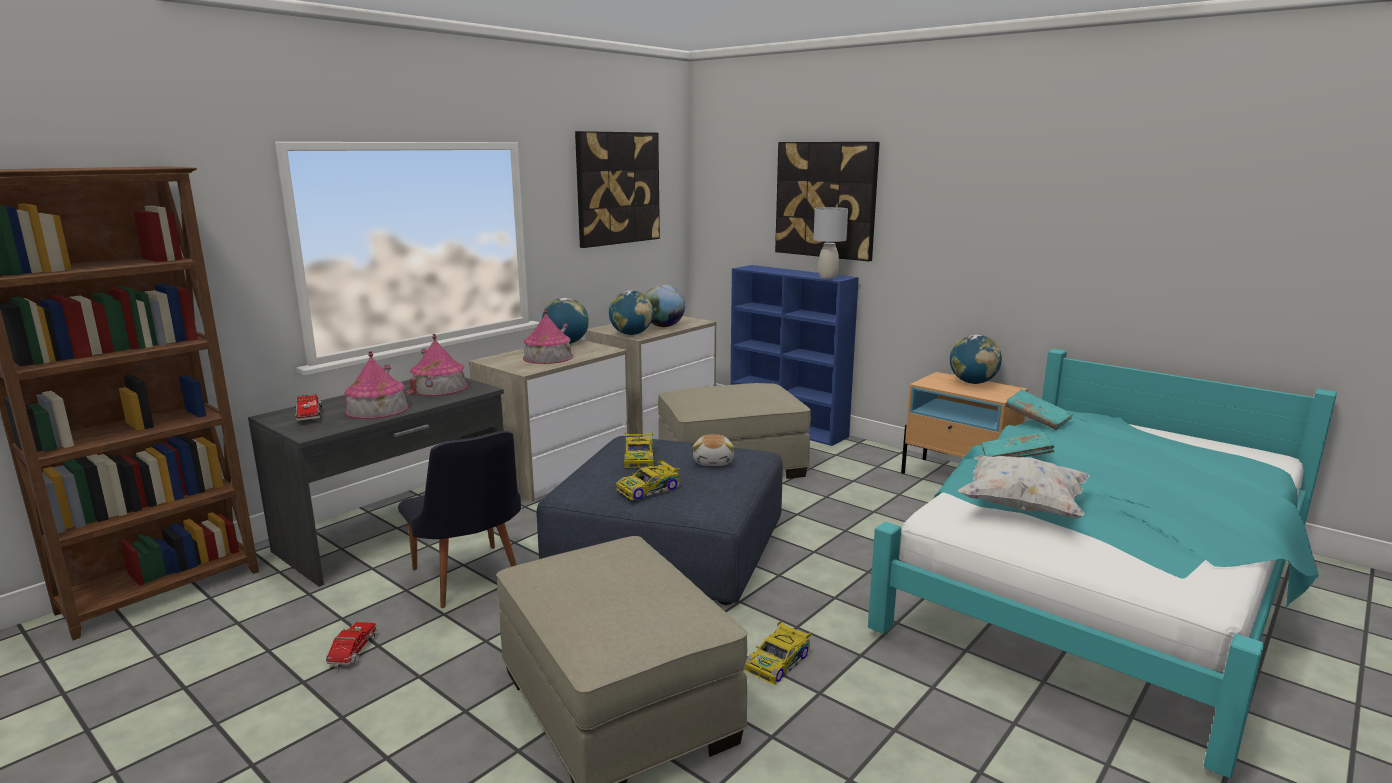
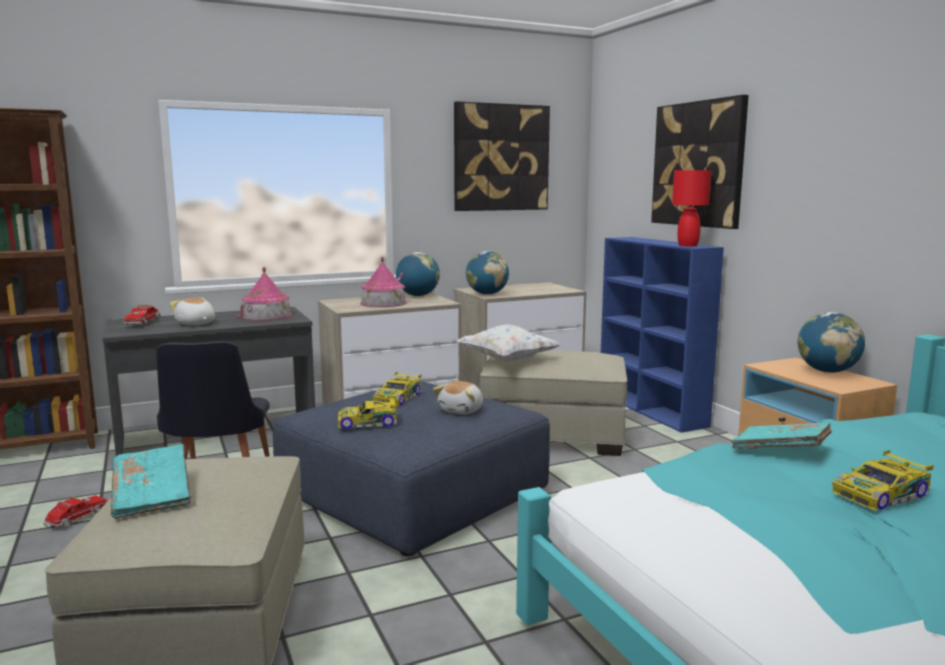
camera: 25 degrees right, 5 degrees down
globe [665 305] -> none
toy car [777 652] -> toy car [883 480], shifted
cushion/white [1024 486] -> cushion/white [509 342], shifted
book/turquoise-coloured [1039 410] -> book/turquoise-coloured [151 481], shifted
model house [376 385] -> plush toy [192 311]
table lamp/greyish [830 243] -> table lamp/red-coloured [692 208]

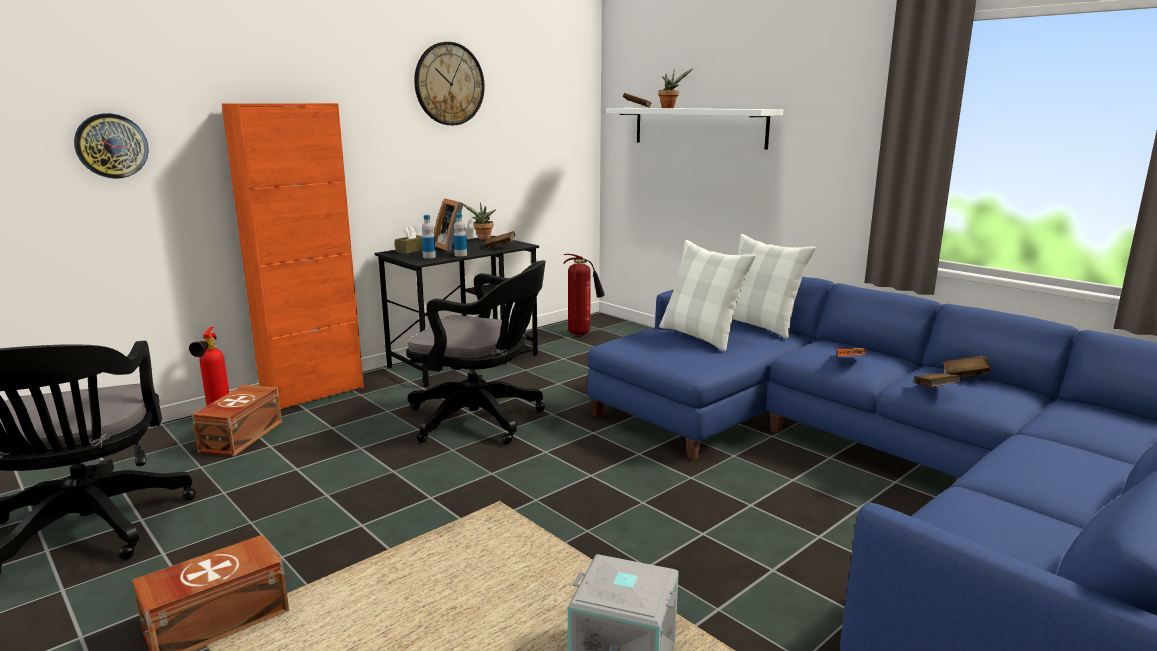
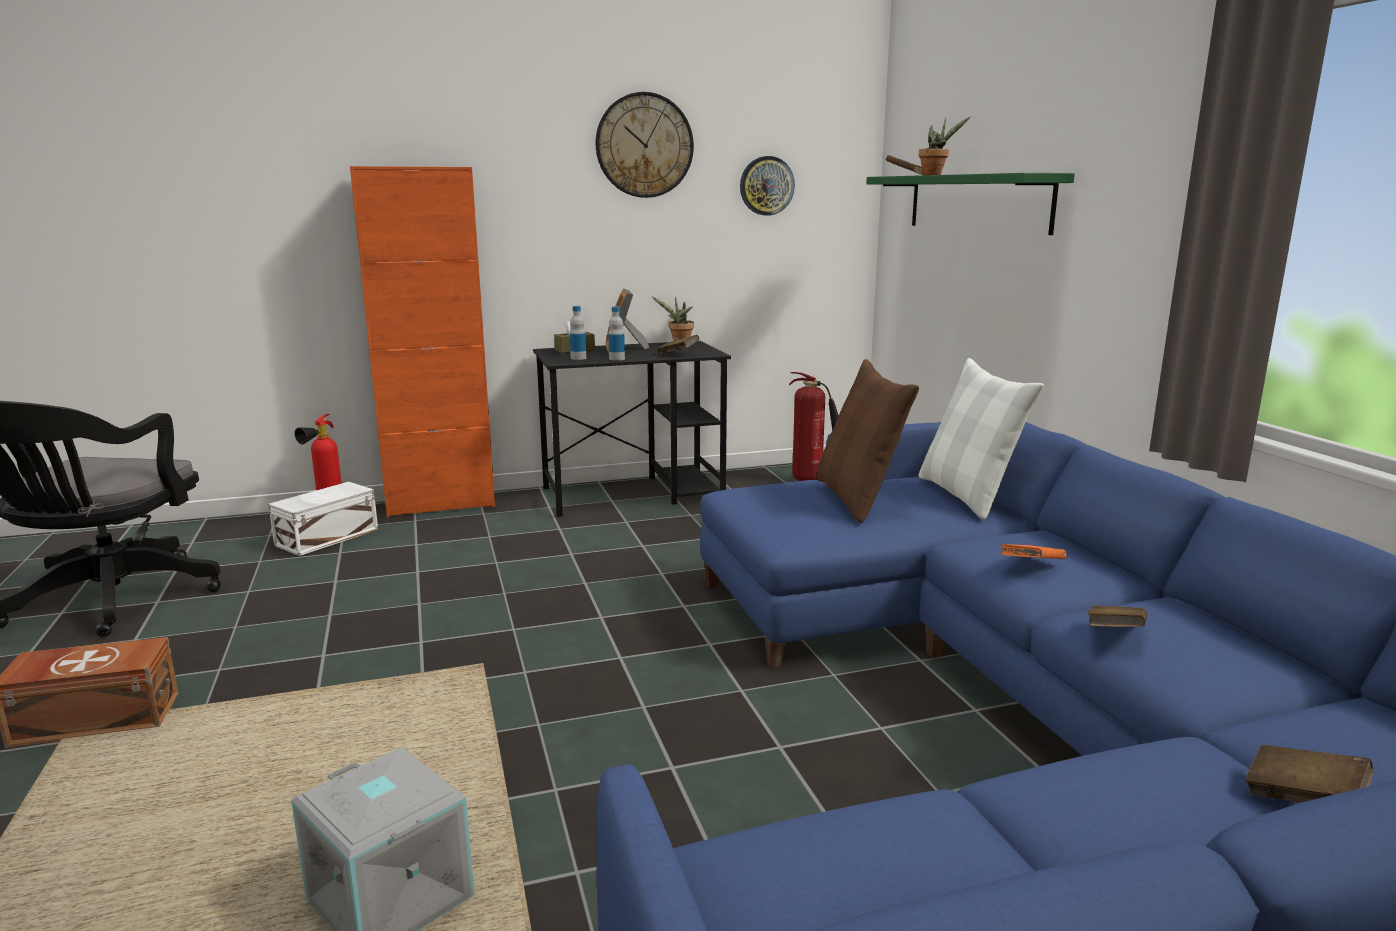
camera: 25 degrees right, 0 degrees up
office chair/black-coloured [476 352] -> none
wall clock [111 146] -> wall clock [767 186], shifted
book/brown [967 367] -> book/brown [1309 774], shifted
storage container/brown [237 420] -> storage container/white [323 519]
shelf/white [694 129] -> shelf/green-coloured [970 204]
cushion/white [707 295] -> cushion/brown [867 441]

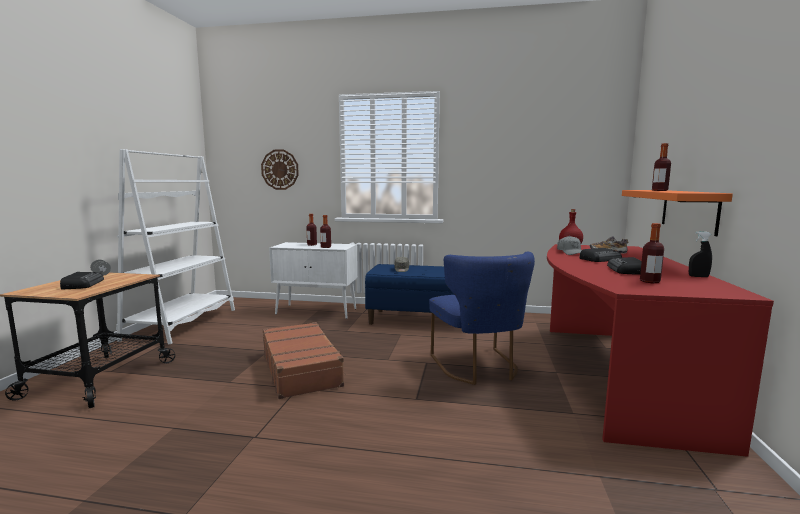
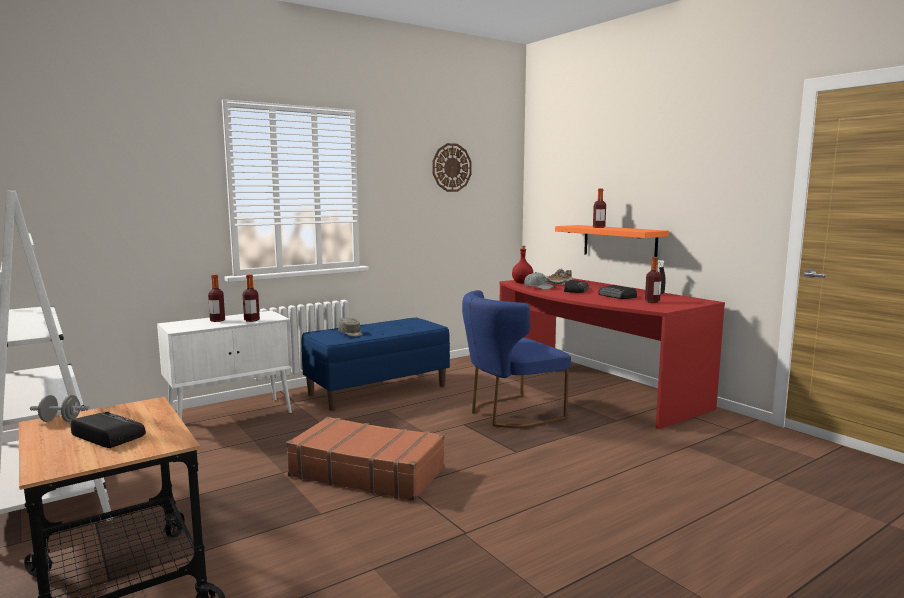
camera: 45 degrees left, 0 degrees up
wall clock [280 170] -> wall clock [452 167], shifted
plain chair/bluish [482 318] -> plain chair/bluish [516 359], 120 degrees clockwise

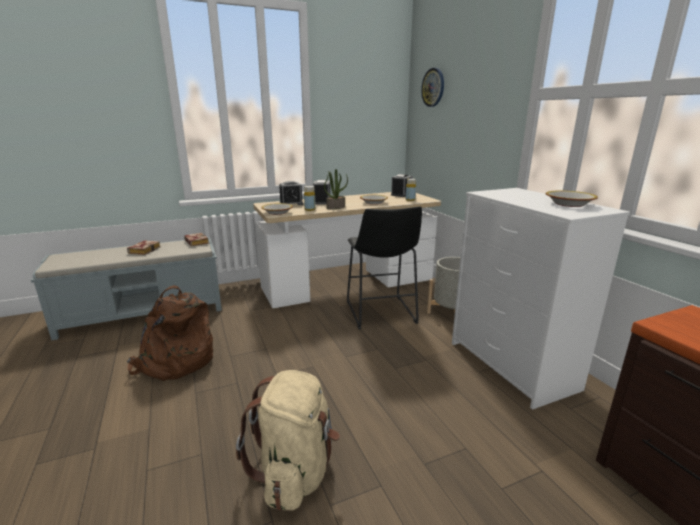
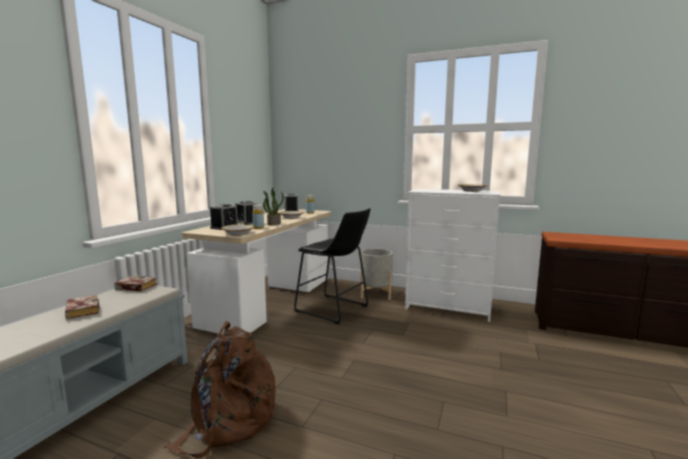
camera: 45 degrees left, 10 degrees down
rucksack/beige-coloured [288 440] -> none
wall clock [432 87] -> none

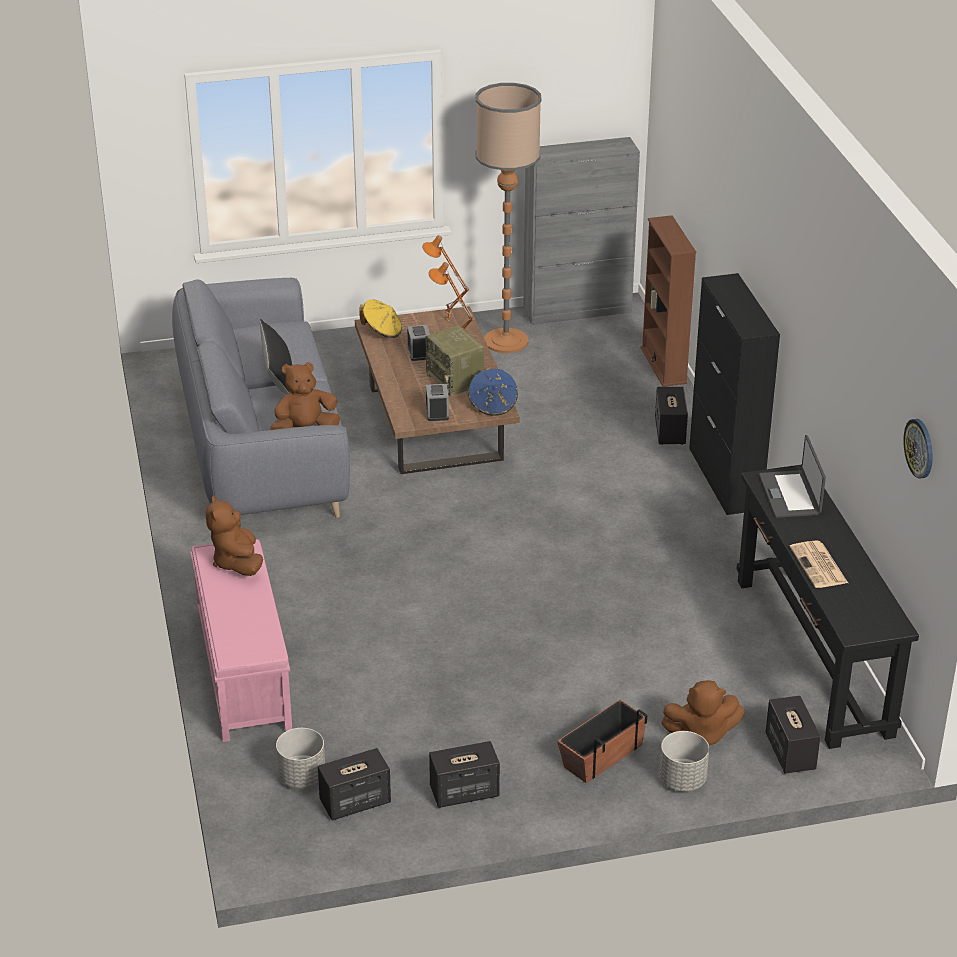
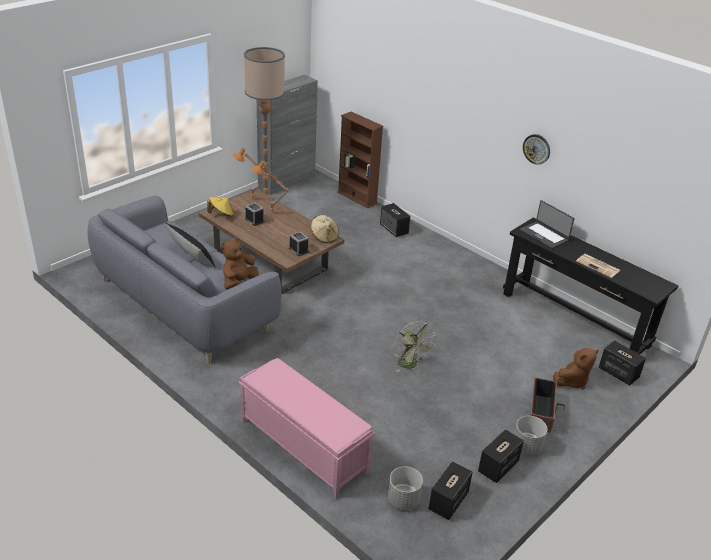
camera: 35 degrees left, 0 degrees up
plush toy/brown [234 536] -> none
radio receiver [454 361] -> none
cabinet/black-coloured [734 394] -> none
none -> electric fan/green-coloured [415 346]
flower pot/greyish [684 761] -> flower pot/greyish [530 435], shifted
wall clock [918 449] -> wall clock [536 149], shifted
wearable hat/bluish [493 392] -> wearable hat/beige-coloured [325 229]

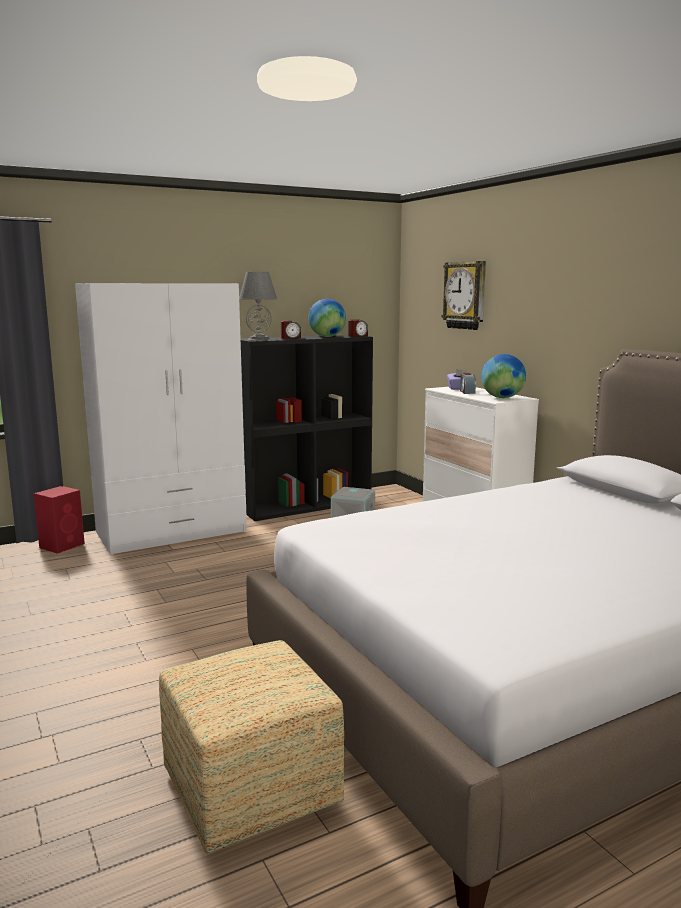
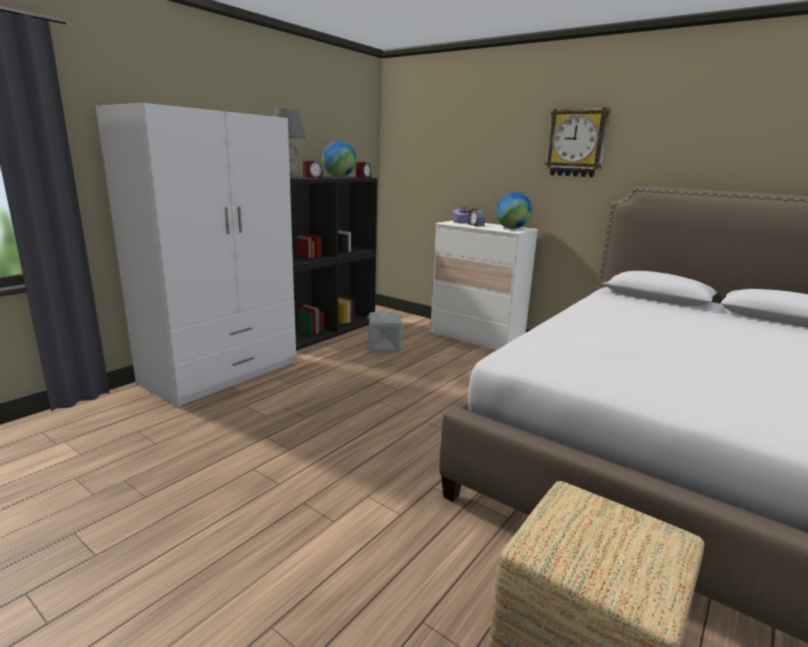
camera: 25 degrees left, 5 degrees up
audio speaker/red-coloured [59 520] -> none
wall clock [464 295] -> wall clock [578 142], shifted

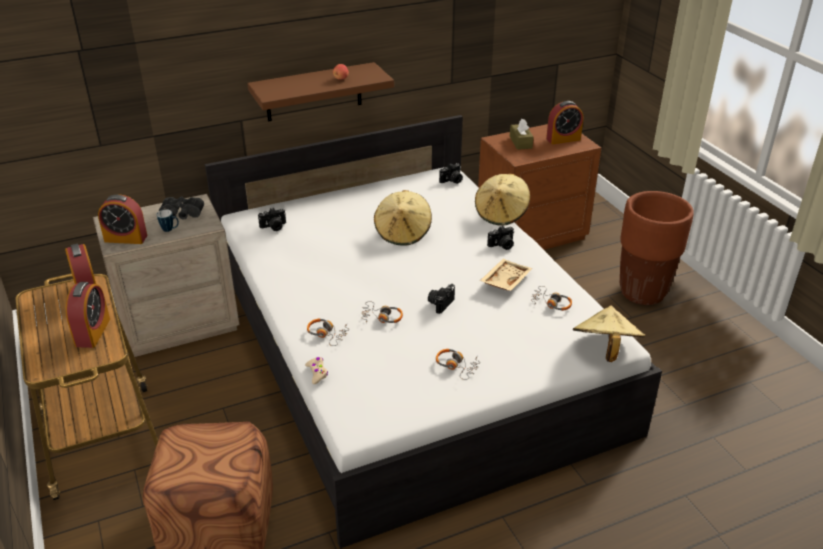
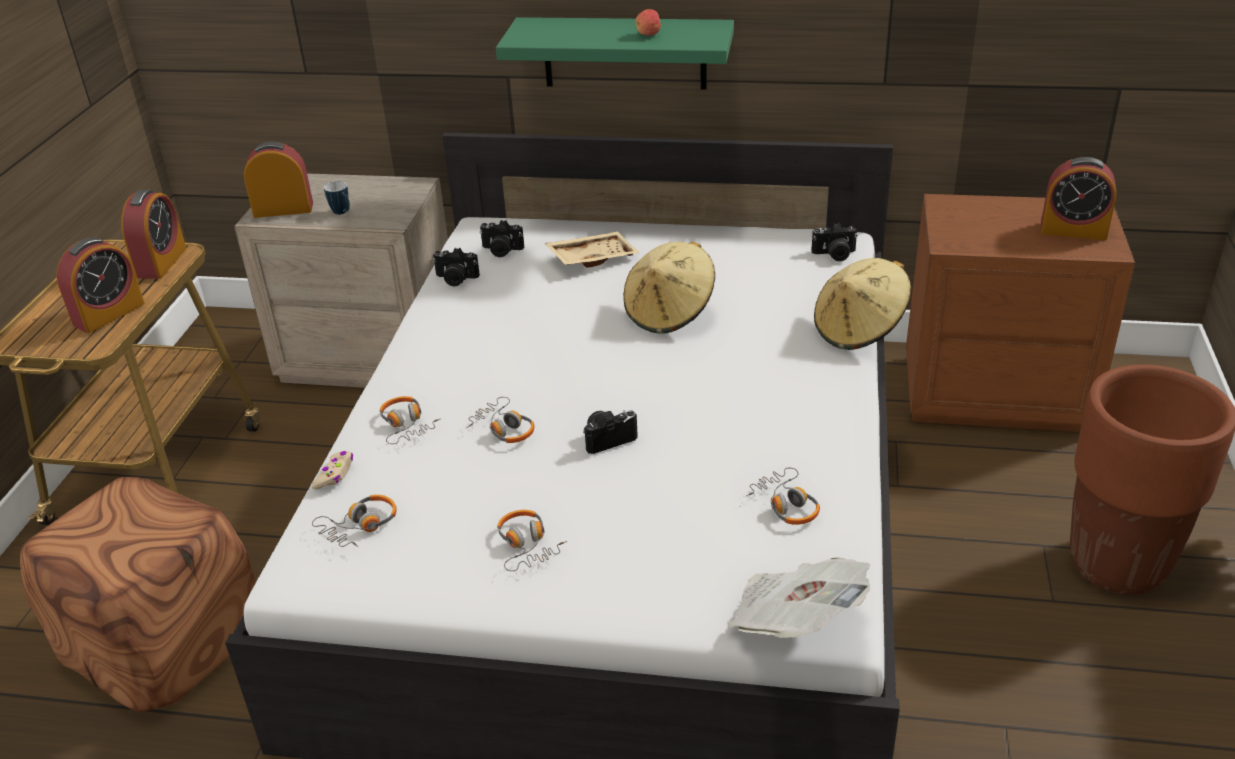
camera: 35 degrees right, 0 degrees up
binoculars/black-coloured [181 208] -> none
tissue holder/brown [522 134] -> none
none -> headset [354 521]
tray/beige-coloured [506 275] -> tray/beige-coloured [592 249], shifted
photo camera [500 238] -> photo camera [456 267], shifted
wearable hat/beige-coloured [609 333] -> newspaper [799 597]
shelf/brown [320 91] -> shelf/green-coloured [615 53]
bedside clock [122 219] -> bedside clock [278 180], 135 degrees clockwise

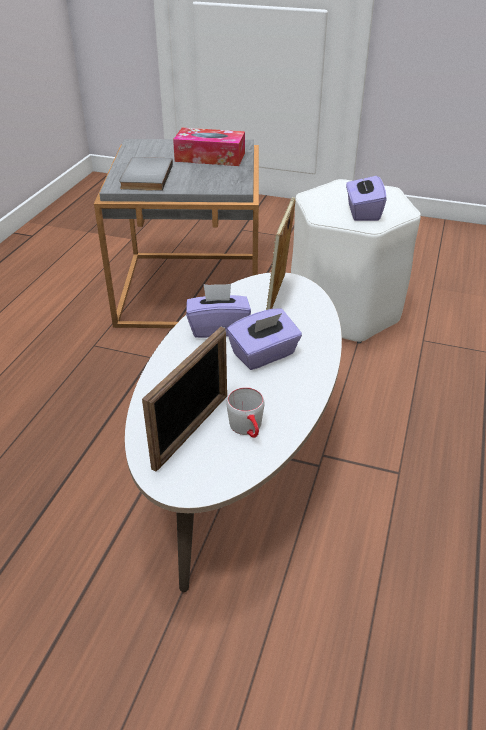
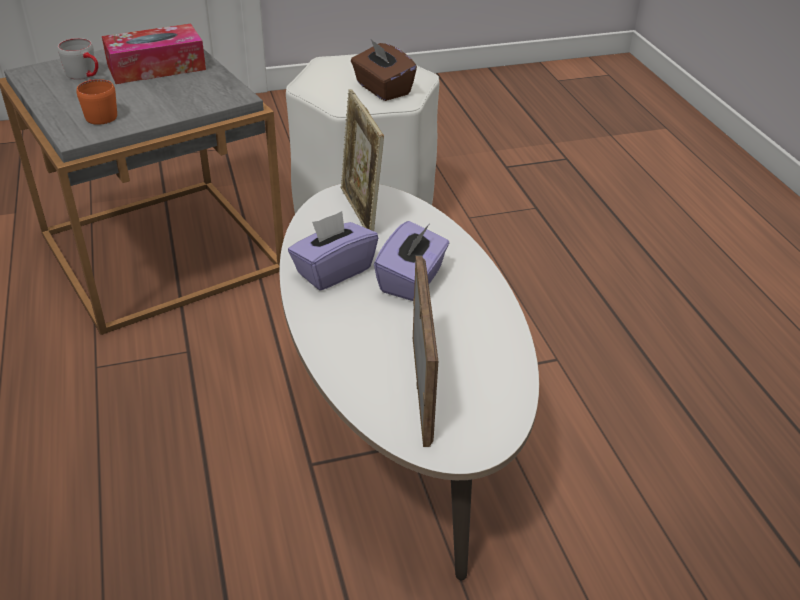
camera: 35 degrees left, 0 degrees up
tea mug/greyish [245 412] -> tea mug/greyish [78 59], shifted
book/greyish [146 174] -> tea mug/orange-coloured [97 102]
tissue holder/purple-coloured [366 195] -> tissue holder/brown [384 70]

